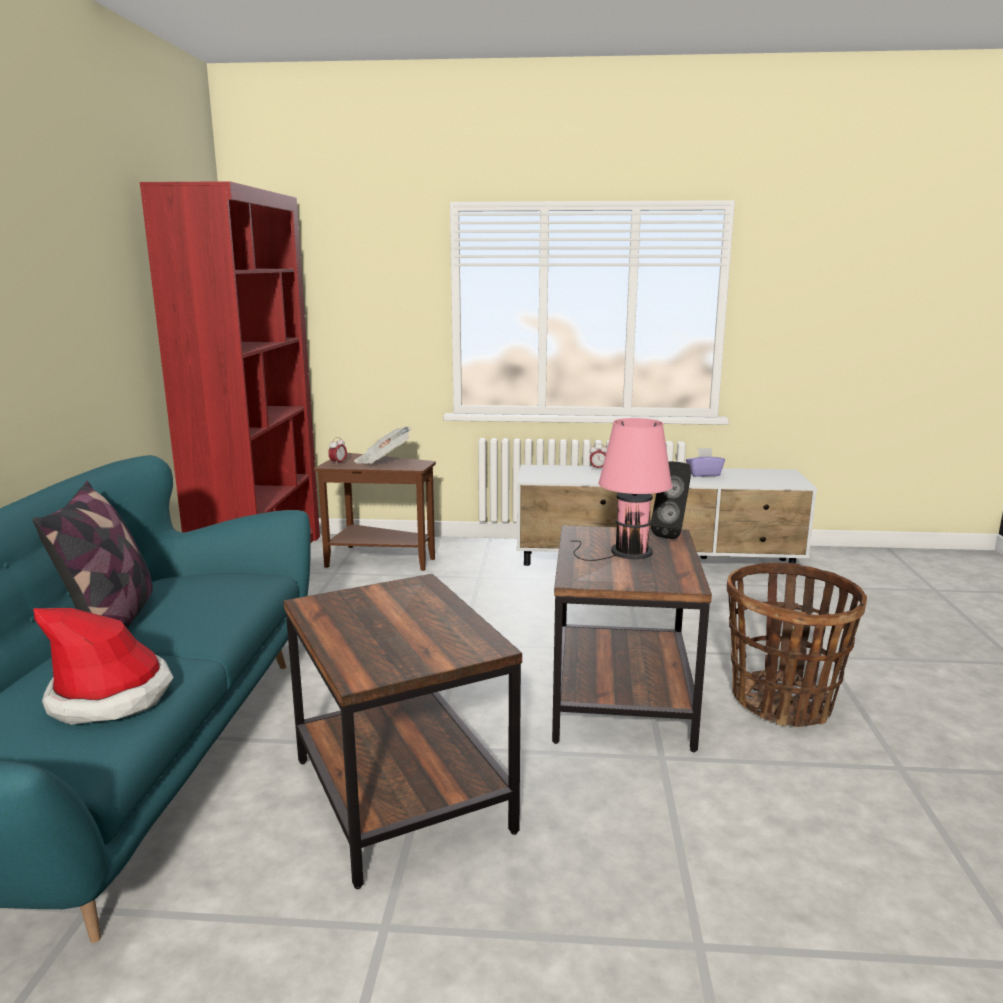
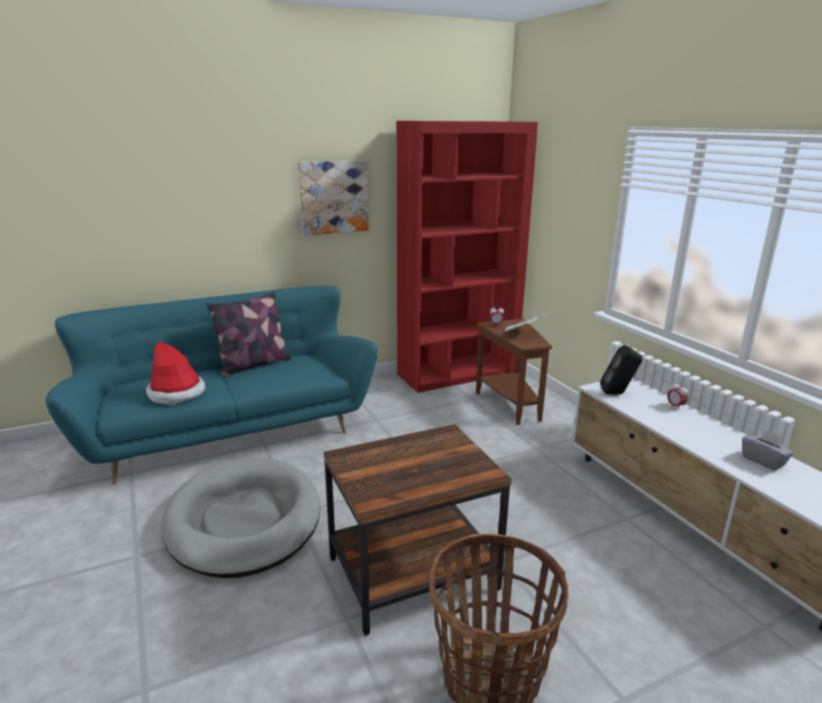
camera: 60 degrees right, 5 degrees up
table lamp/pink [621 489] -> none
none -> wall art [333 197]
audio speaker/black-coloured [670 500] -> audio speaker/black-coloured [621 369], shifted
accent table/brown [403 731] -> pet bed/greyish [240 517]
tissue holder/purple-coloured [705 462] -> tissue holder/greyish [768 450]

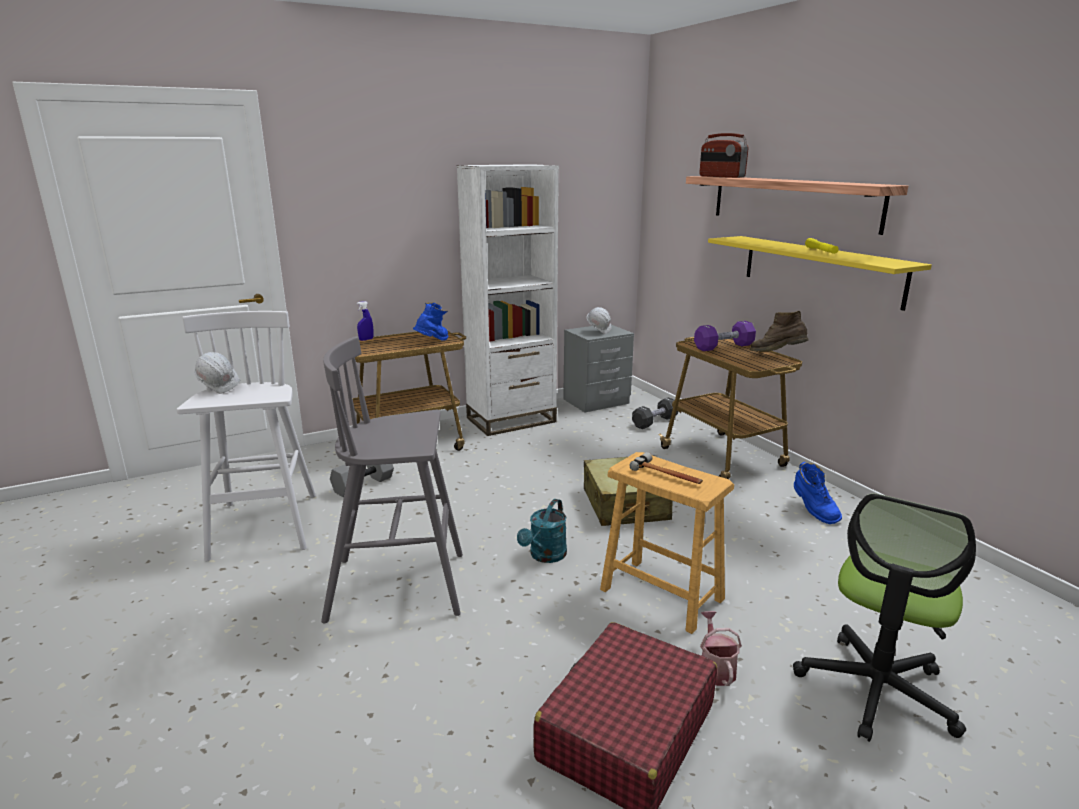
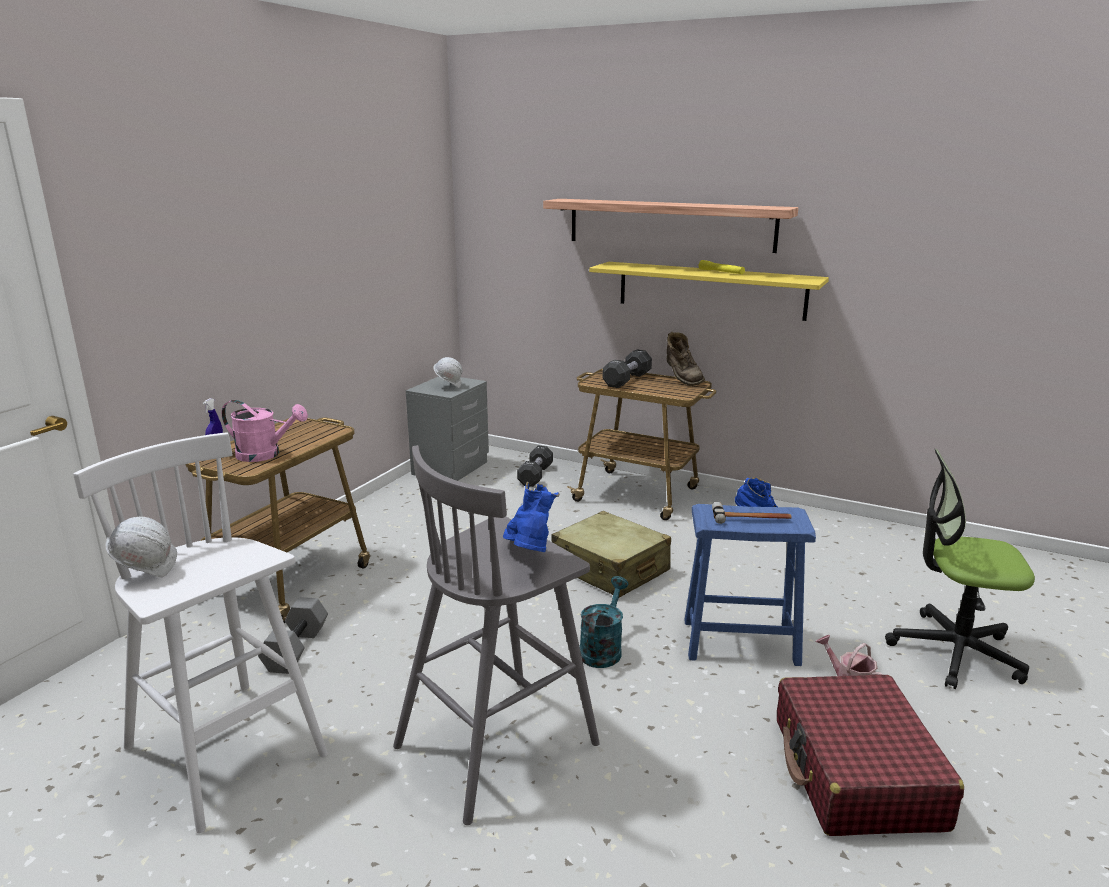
camera: 35 degrees left, 0 degrees up
shelving unit/white [508 300] -> none
radio receiver [724 155] -> none
none -> sprinkling can/pink [265 431]
tall boot/bluish [430 321] -> tall boot/bluish [531 517], shifted
stool seat/brown [667 543] -> stool seat/bluish [750 585]
hand weight/purple-coloured [725 336] -> hand weight/black-coloured [627 369]
sprinkling can/turquoise-coloured [542 531] -> sprinkling can/turquoise-coloured [604 622], 150 degrees counterclockwise
tall boot/brown [779 331] -> tall boot/brown [686 359], 105 degrees counterclockwise
office chair [884 617] -> office chair [960 569], 105 degrees clockwise

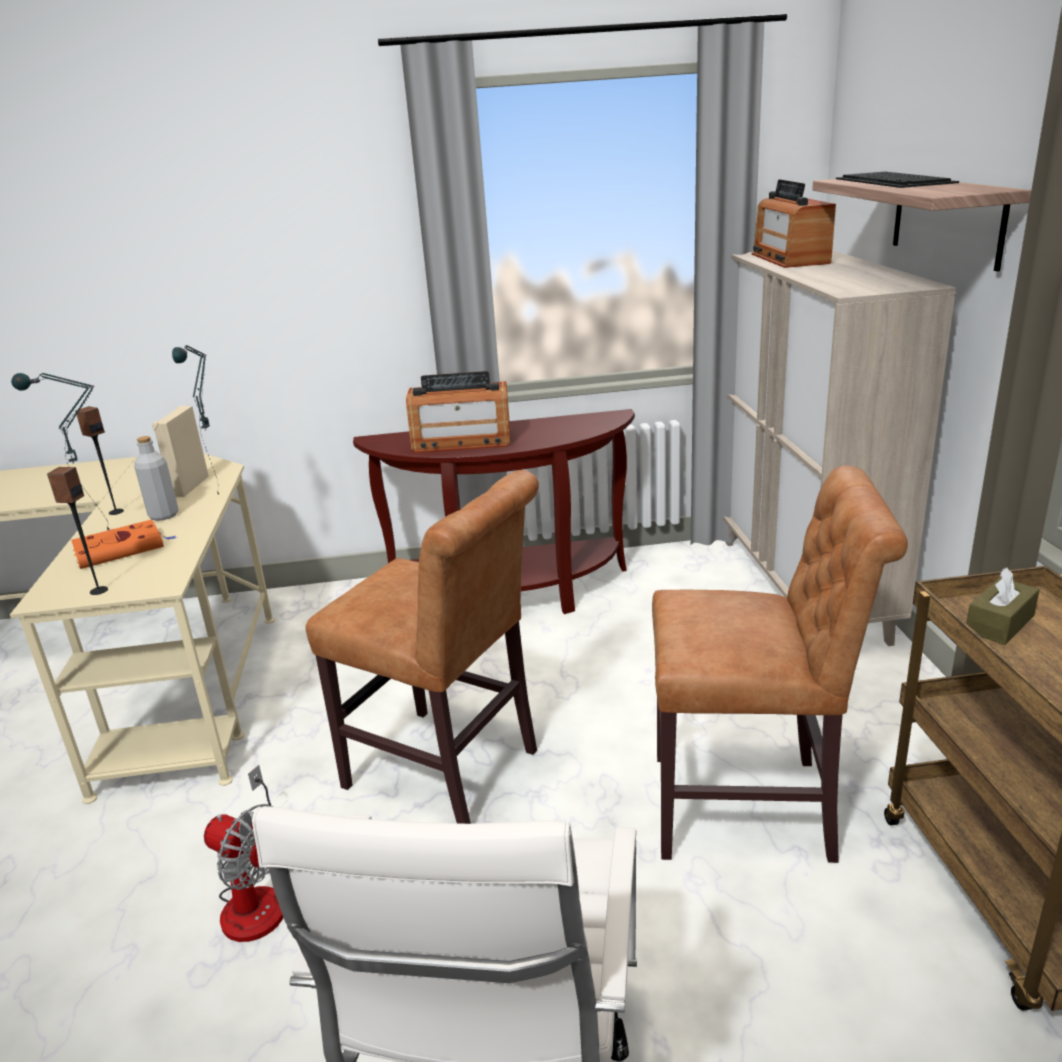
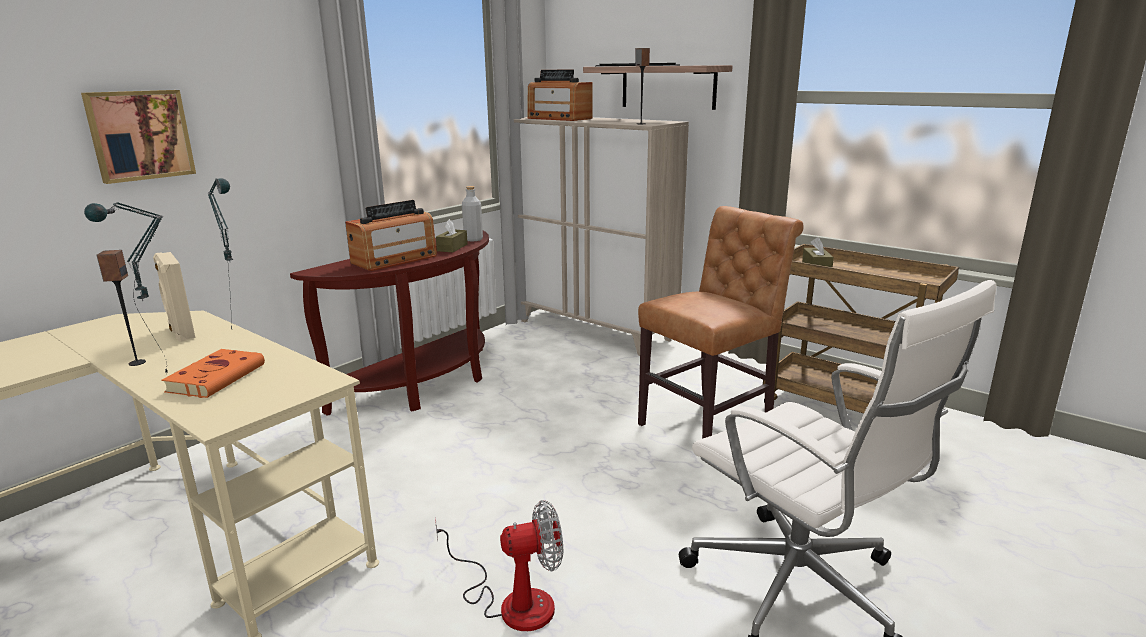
camera: 45 degrees left, 5 degrees down
plain chair/brown [422 647] -> none
none -> wall art [138 137]
none -> tissue holder/brown [452 235]
audio speaker [77 531] -> audio speaker [642 86], shifted
bottle/greyish [156 478] -> bottle/greyish [472 213], shifted

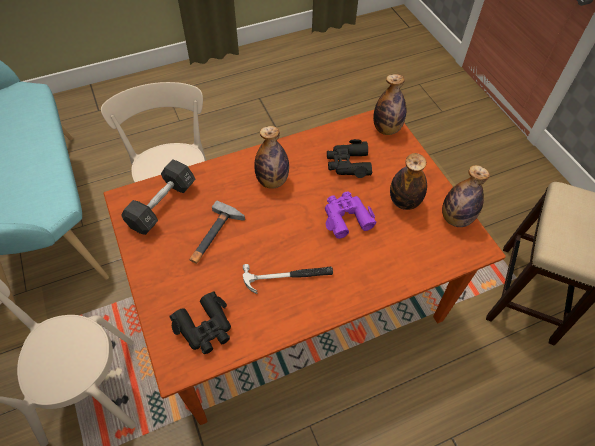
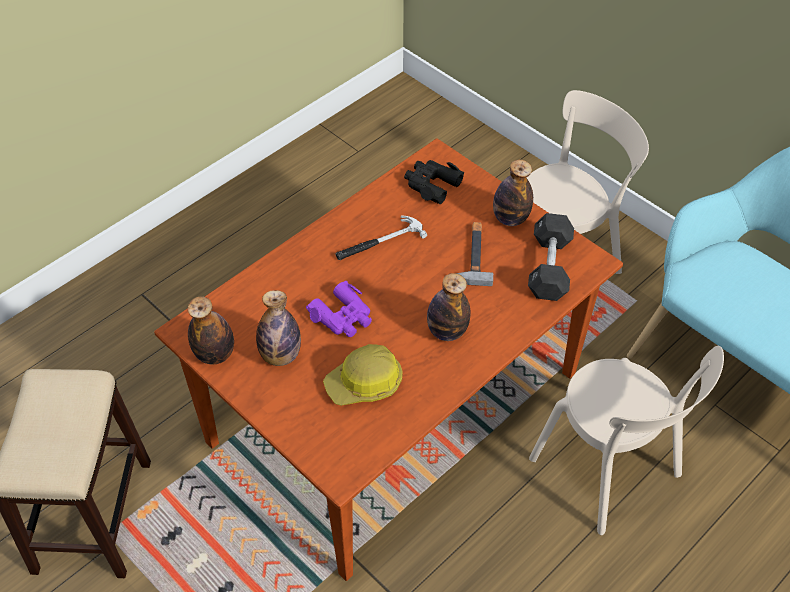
camera: 160 degrees right, 5 degrees down
bottle [389 104] -> bottle [513 193], shifted
binoculars/black-coloured [349 158] -> work helmet [363 375]

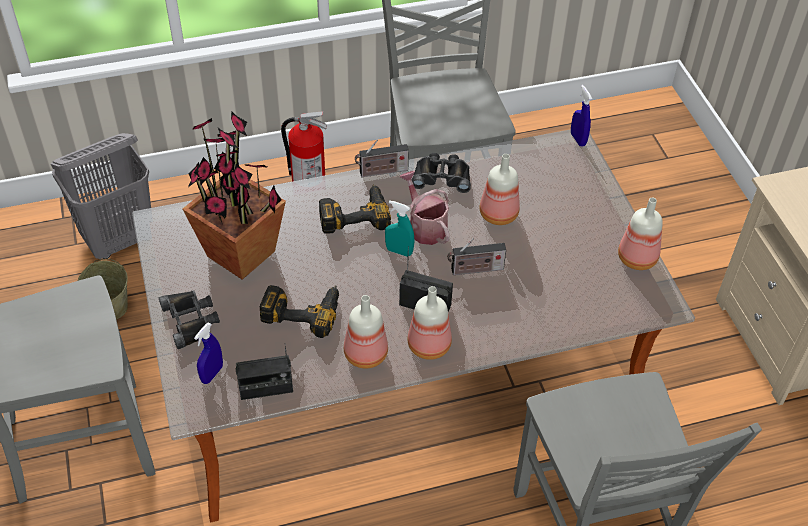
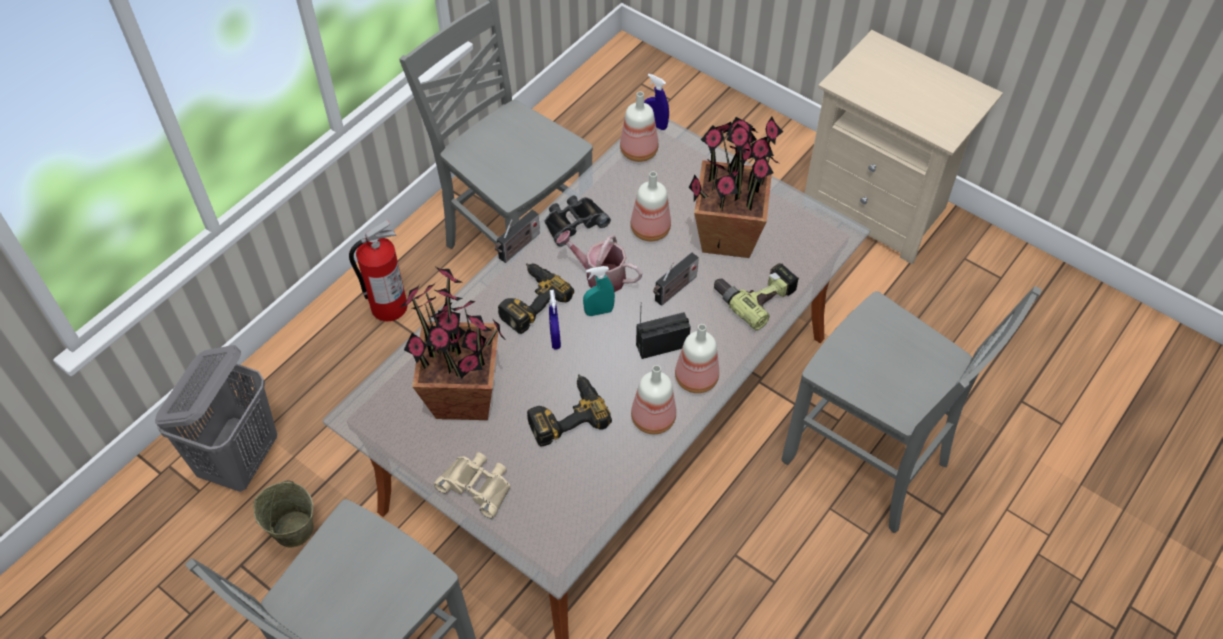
camera: 35 degrees left, 5 degrees up
radio receiver [264 372] -> none
none -> houseplant [736 187]
none -> power drill [756 296]
hand sprayer/bluish [208 353] -> hand sprayer/bluish [555 319], shifted
bottle [640 234] -> bottle [639 126], shifted
binoculars/black-coloured [189 319] -> binoculars/beige-coloured [472 485]

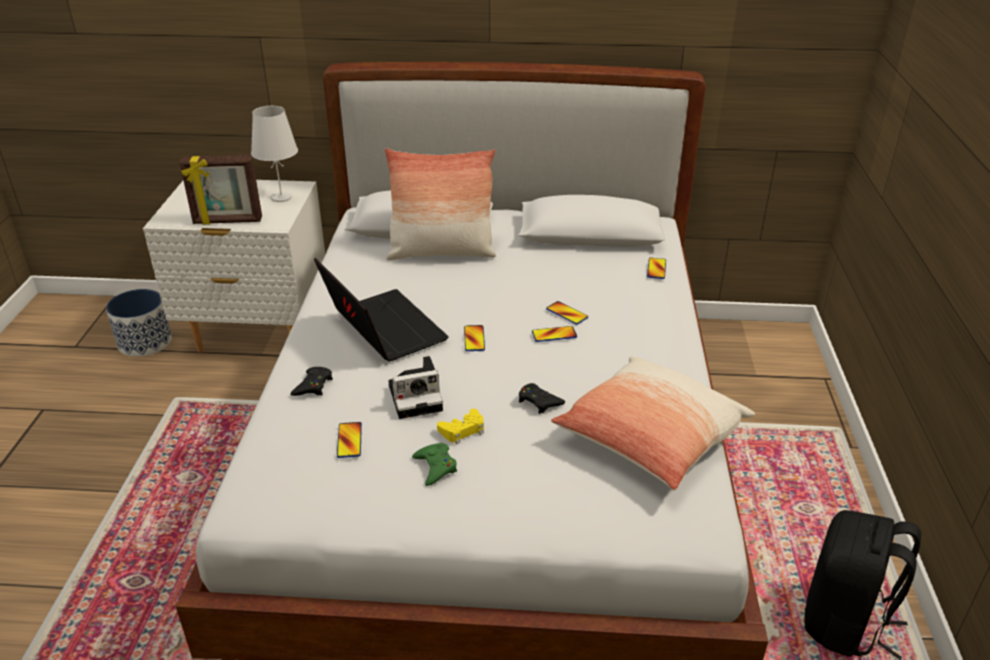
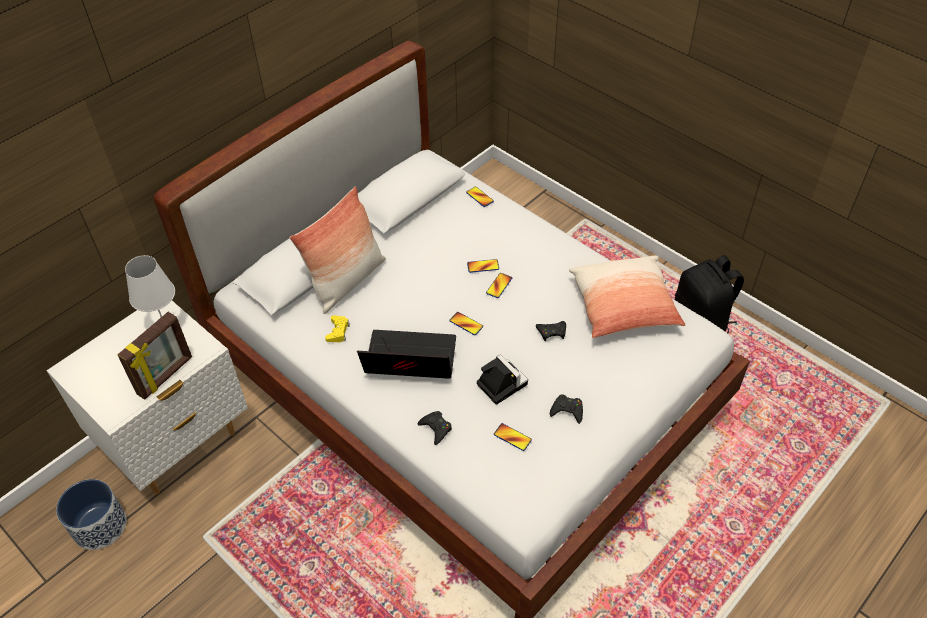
camera: 50 degrees left, 15 degrees up
joypad/yellowish [460 427] -> joypad/yellowish [337 328], shifted
joypad/green-coloured [434 464] -> joypad/black-coloured [566 409]
photo camera [415 387] -> photo camera [502 379], 60 degrees counterclockwise

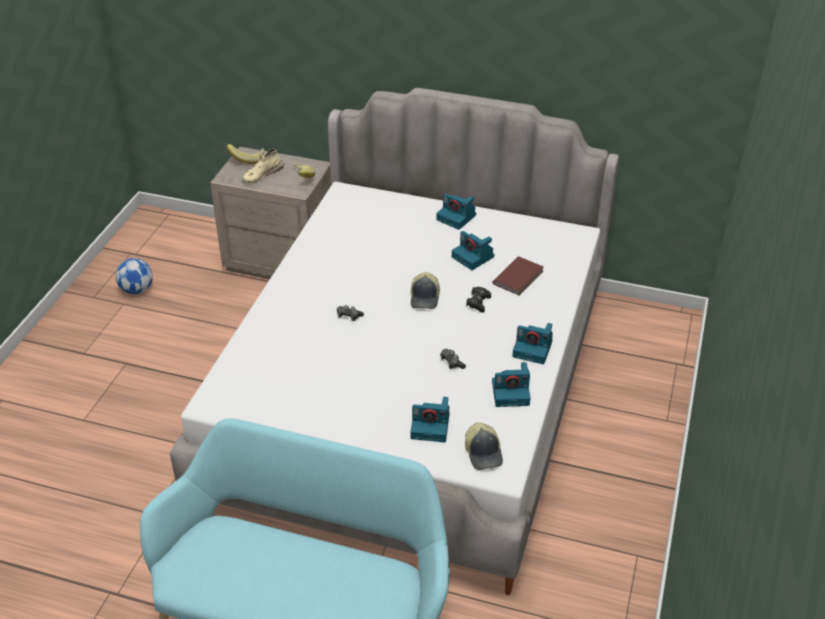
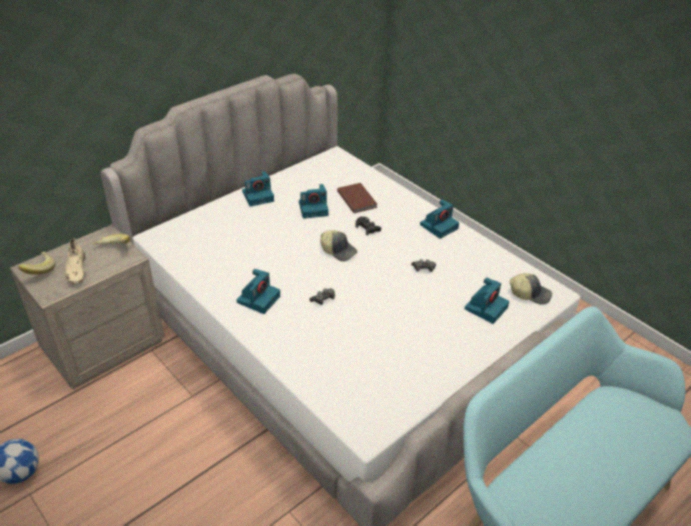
camera: 60 degrees left, 0 degrees up
photo camera [511 384] -> photo camera [258 291], shifted

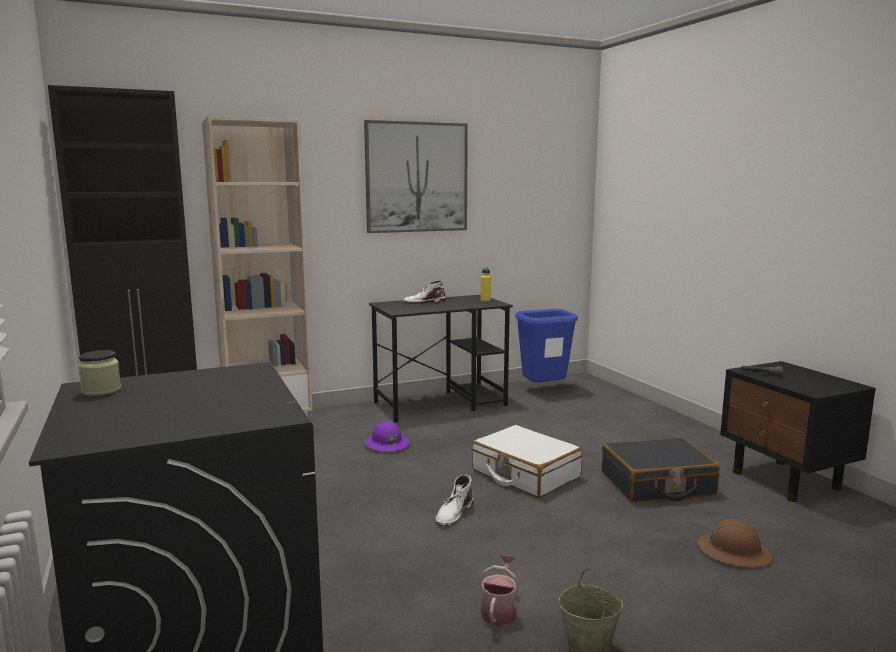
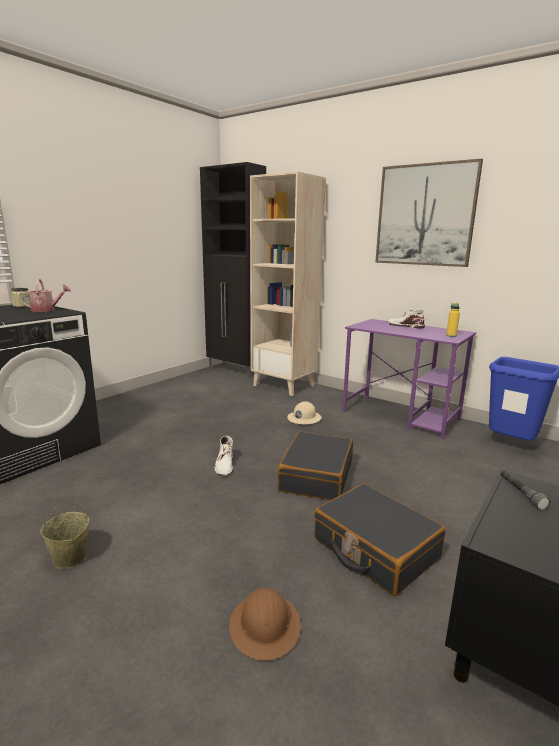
camera: 60 degrees right, 5 degrees up
sprinkling can [499 590] -> sprinkling can [44 295], shifted
work helmet/purple-coloured [387 436] -> work helmet/beige-coloured [304 413]
desk unit/black-coloured [441 359] -> desk unit/purple-coloured [409 379]
suitcase/white [526 461] -> suitcase/black-coloured [315 466]
tall boot/white [454 500] -> tall boot/white [224 456], 90 degrees counterclockwise

